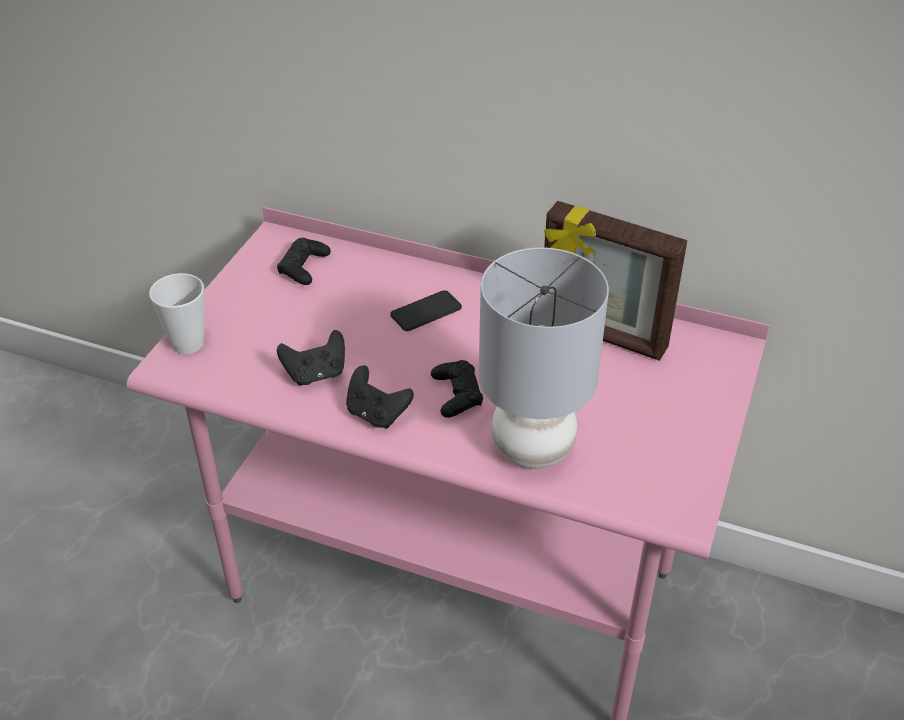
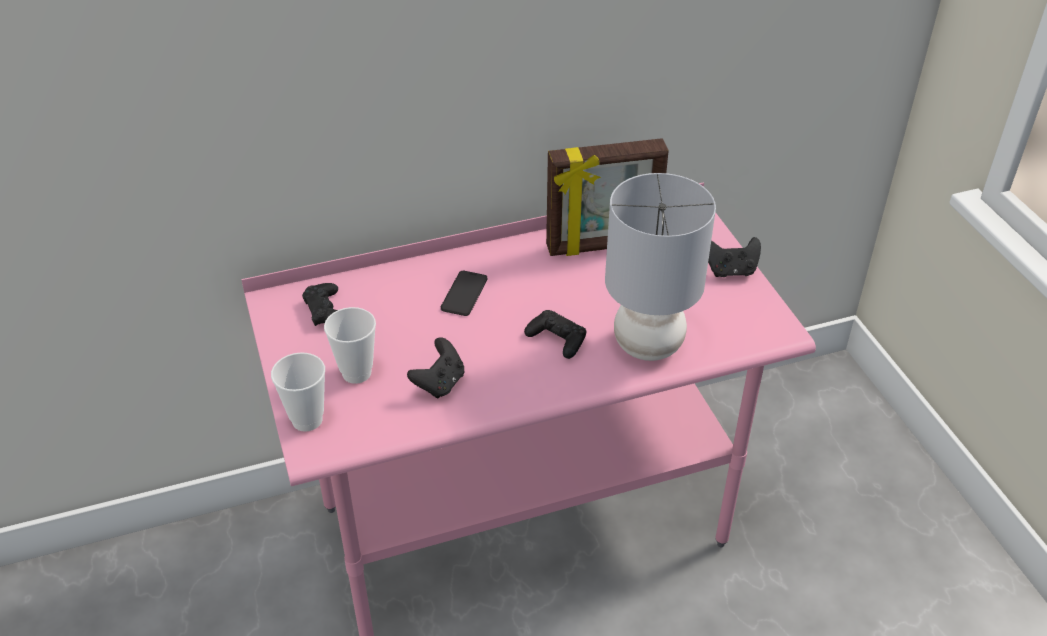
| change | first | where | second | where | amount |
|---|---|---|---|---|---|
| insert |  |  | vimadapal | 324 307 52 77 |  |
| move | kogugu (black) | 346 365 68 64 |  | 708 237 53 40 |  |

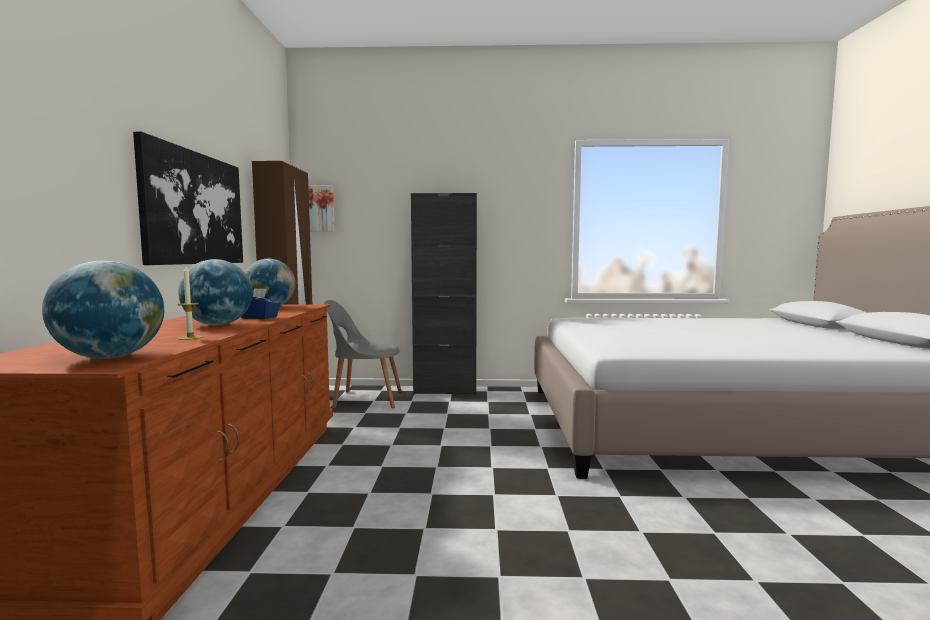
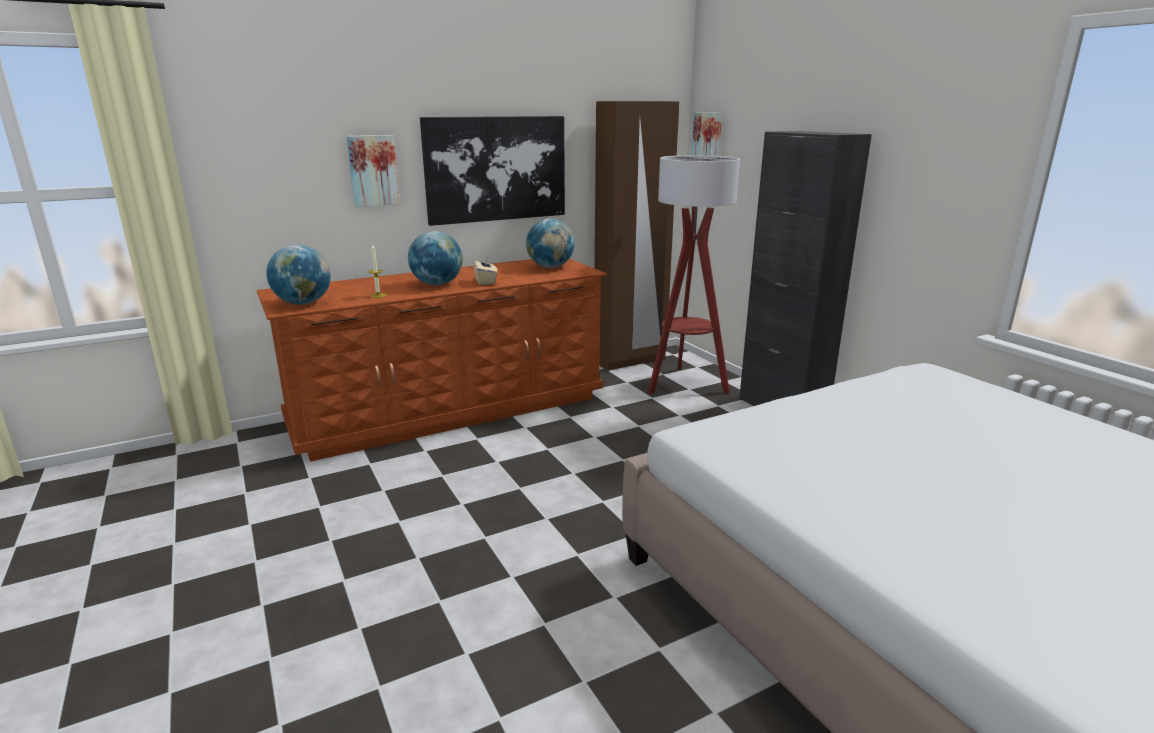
| change | first | where | second | where | amount |
|---|---|---|---|---|---|
| insert |  |  | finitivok | 346 135 54 72 |  |
| replace | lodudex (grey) | 324 300 78 109 | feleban | 648 155 92 239 |  |
| recolor | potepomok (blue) | 240 288 41 31 | potepomok (beige) | 473 255 25 30 |  |

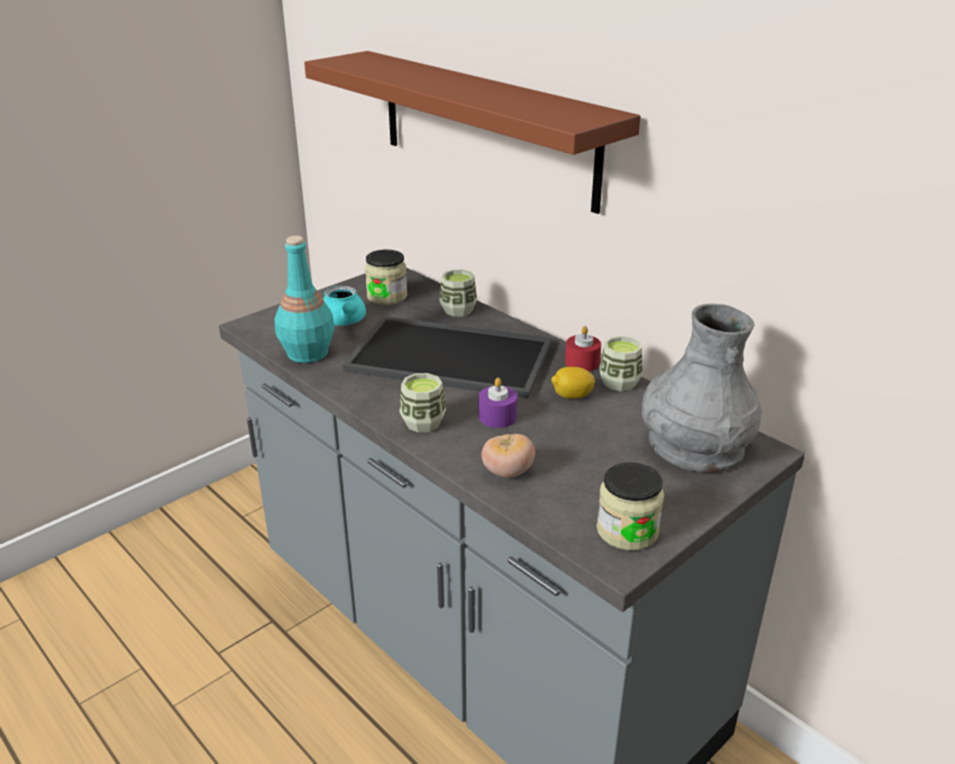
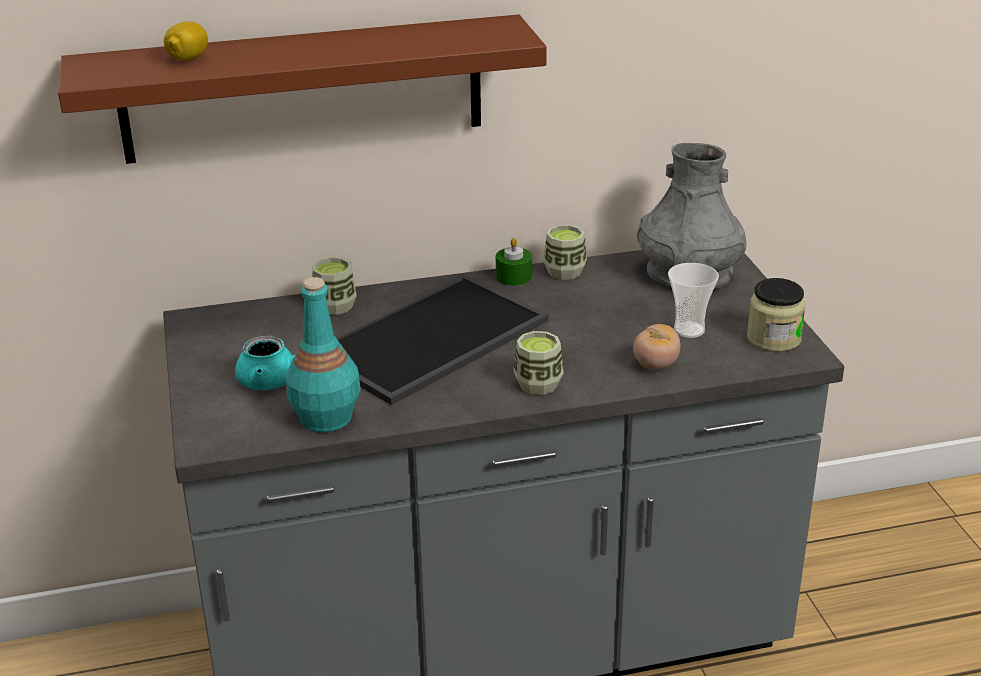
| change | first | where | second | where | amount |
|---|---|---|---|---|---|
| delete | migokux | 365 249 42 56 |  |  |  |
| delete | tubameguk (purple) | 479 378 38 50 |  |  |  |
| insert |  |  | vimadapal | 668 263 51 75 |  |
| move | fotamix | 551 367 44 32 |  | 164 22 44 39 |  |
| recolor | tubameguk (red) | 565 326 36 45 | tubameguk (green) | 496 238 36 48 |  |

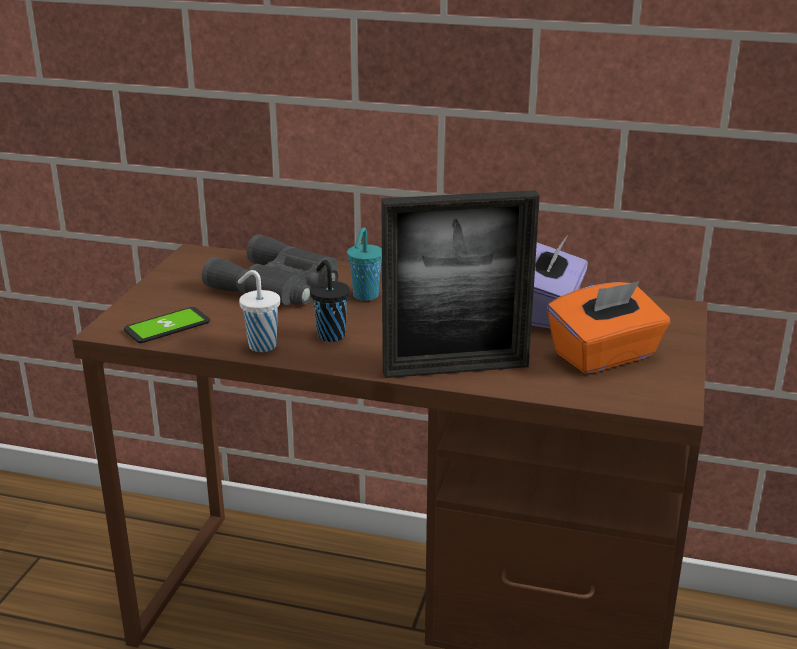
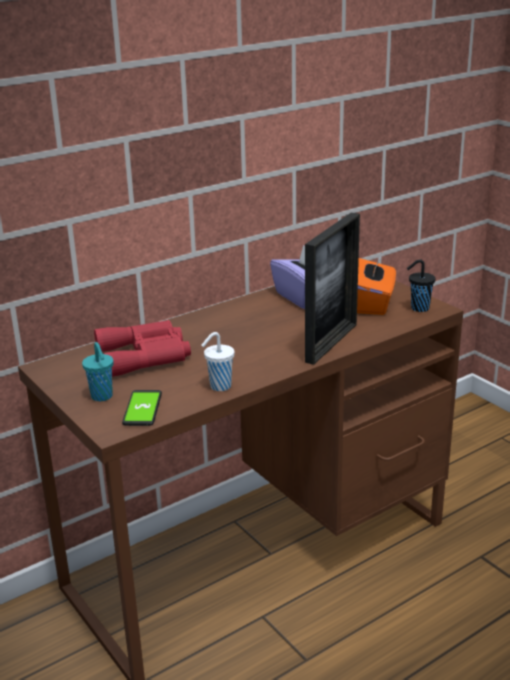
| change | first | where | second | where | amount |
|---|---|---|---|---|---|
| move | vimadapal (black) | 310 260 40 82 |  | 407 259 29 53 |  |
| move | vimadapal (turquoise) | 347 227 35 74 |  | 82 342 31 59 |  |
| recolor | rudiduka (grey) | 202 234 136 71 | rudiduka (red) | 94 320 97 57 |  |

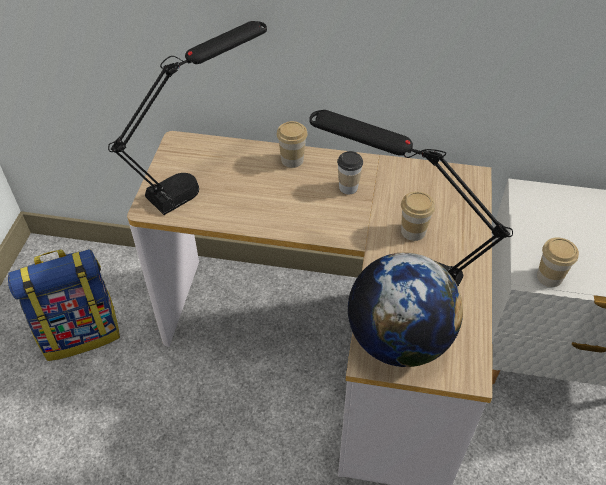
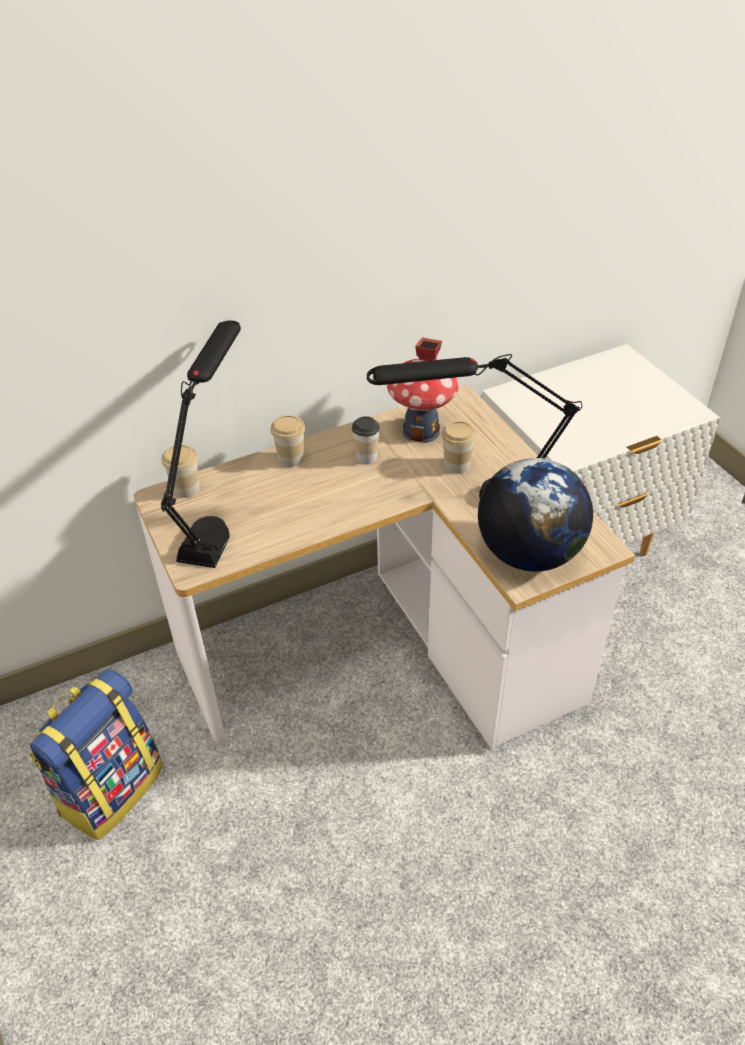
| change | first | where | second | where | amount |
|---|---|---|---|---|---|
| insert |  |  | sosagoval | 387 338 72 105 |  |
| move | vimadapal | 537 237 42 50 |  | 162 444 38 54 |  |

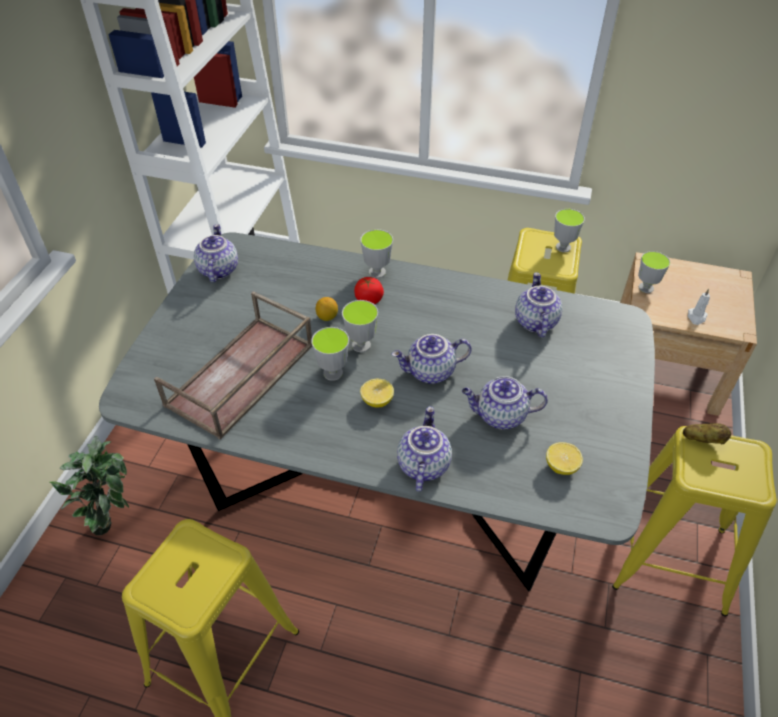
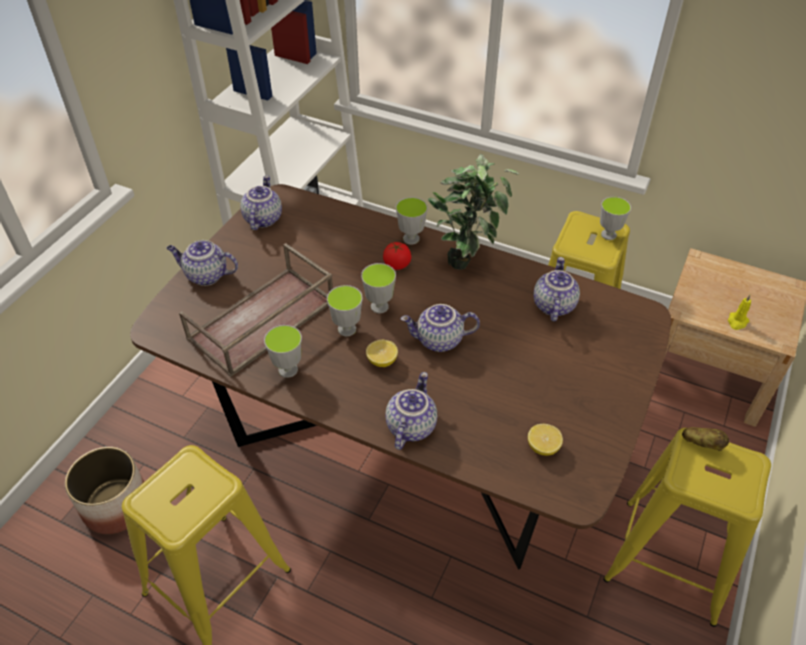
| change | first | where | second | where | amount |
|---|---|---|---|---|---|
| delete | fotamix | 316 297 22 24 |  |  |  |
| insert |  |  | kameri | 65 447 79 87 |  |
| move | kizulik | 50 435 79 100 |  | 428 154 91 116 |  |
| move | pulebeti | 462 376 86 53 |  | 167 240 71 46 |  |
| move | vimadapal | 638 251 32 42 |  | 264 325 38 53 |  |
| recolor | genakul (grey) | 99 232 556 360 | genakul (brown) | 130 184 541 386 |  |
| recolor | tubameguk (white) | 688 289 22 36 | tubameguk (yellow) | 728 295 23 35 |  |

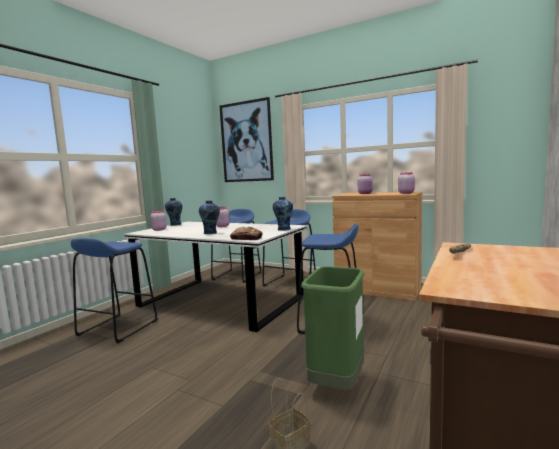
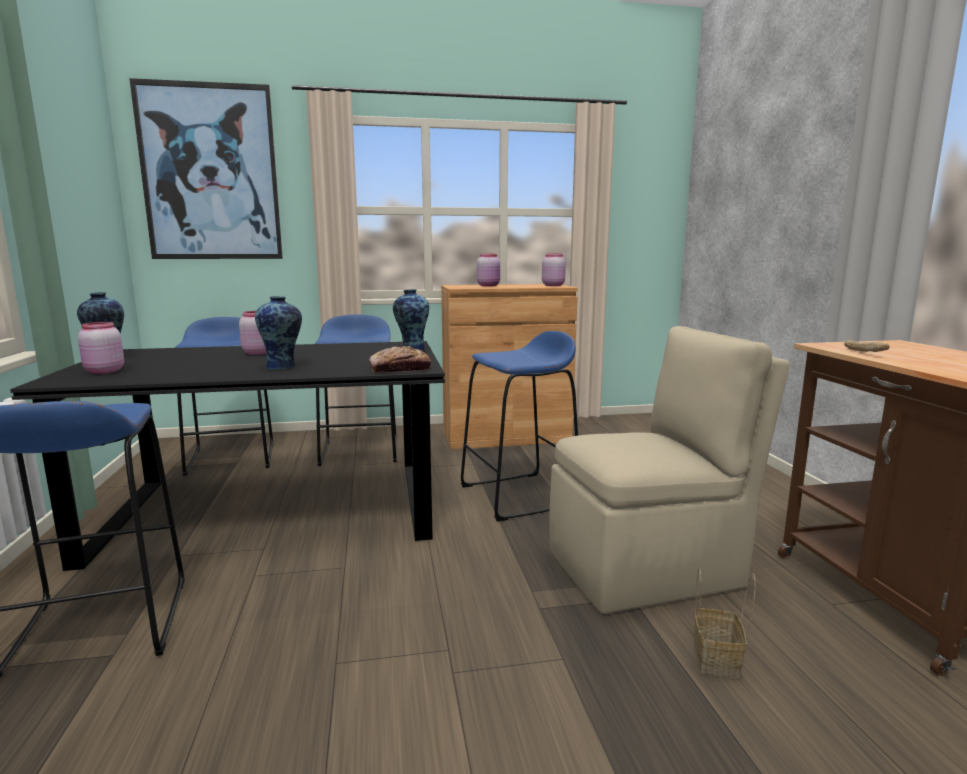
| change | first | where | second | where | amount |
|---|---|---|---|---|---|
| replace | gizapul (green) | 301 266 63 124 | lodudex (beige) | 549 326 241 288 |  |
| recolor | genakul (white) | 123 221 184 111 | genakul (black) | 10 341 435 230 |  |

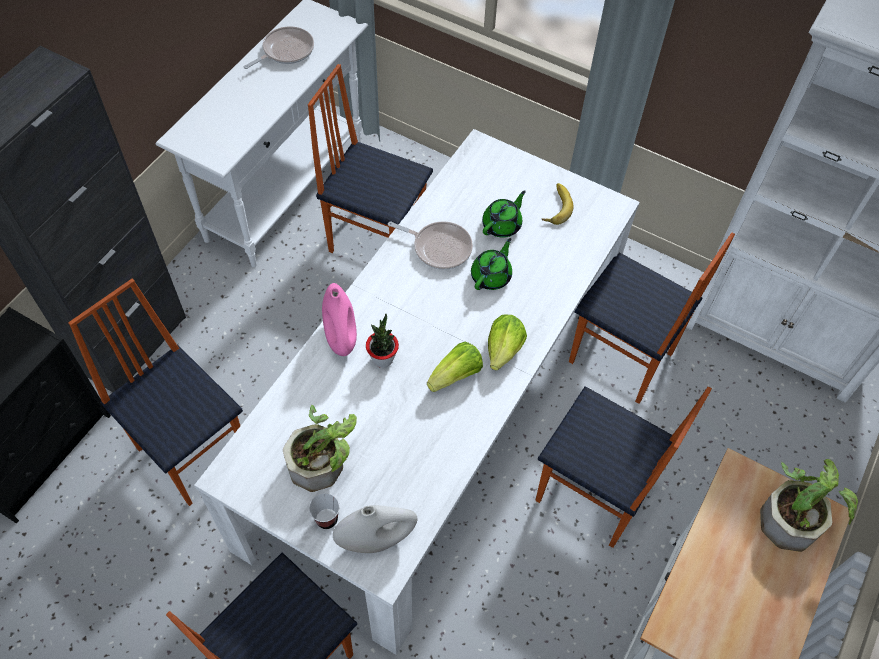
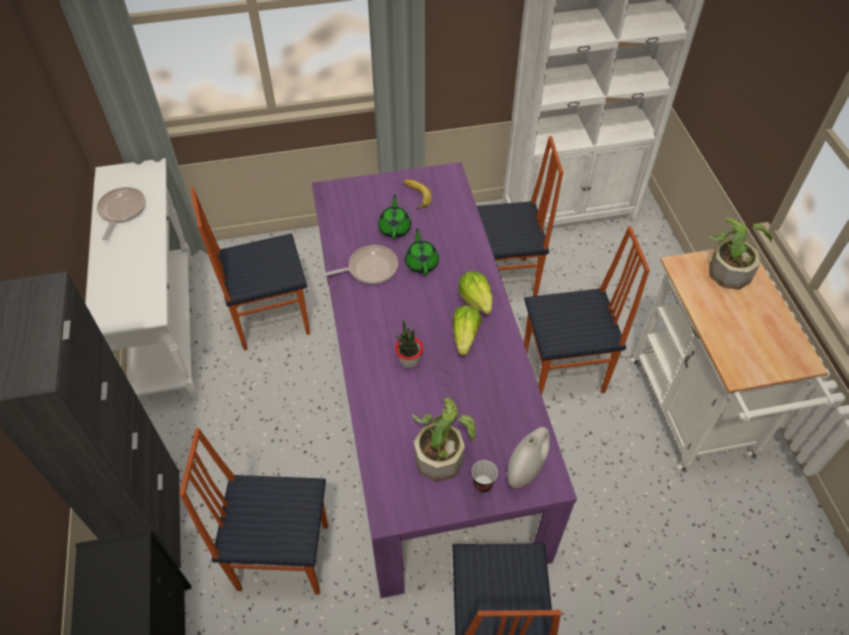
| change | first | where | second | where | amount |
|---|---|---|---|---|---|
| delete | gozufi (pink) | 322 283 35 73 |  |  |  |
| recolor | genakul (white) | 194 129 446 526 | genakul (purple) | 312 162 265 436 |  |

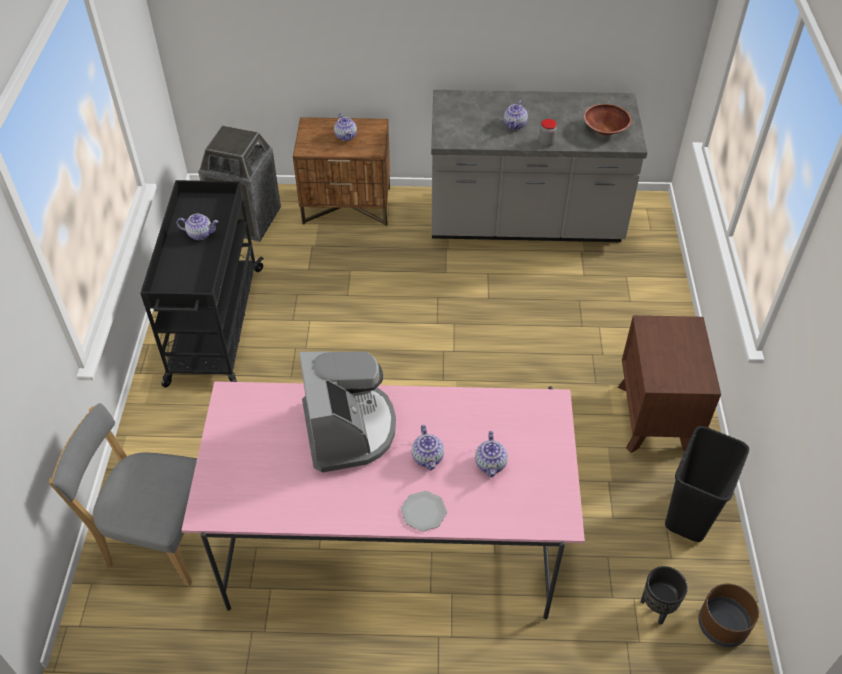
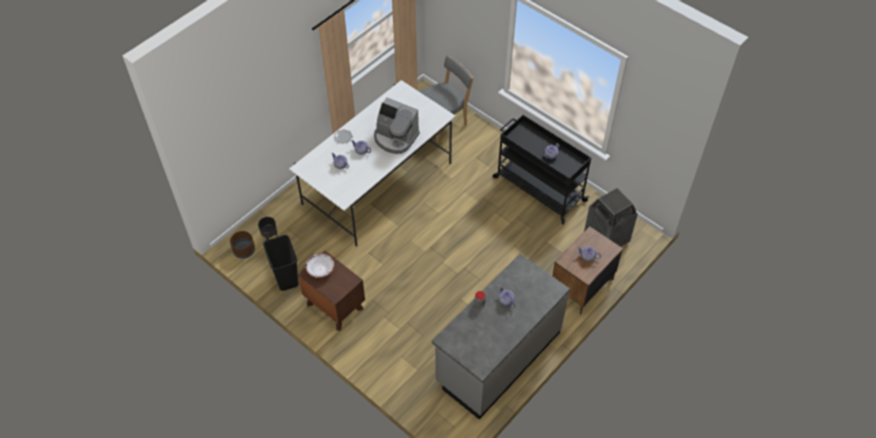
| change | first | where | second | where | amount |
|---|---|---|---|---|---|
| delete | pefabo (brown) | 583 104 49 31 |  |  |  |
| insert |  |  | pefabo (white) | 305 253 30 25 |  |
| recolor | genakul (pink) | 181 379 404 240 | genakul (white) | 289 80 167 167 |  |

